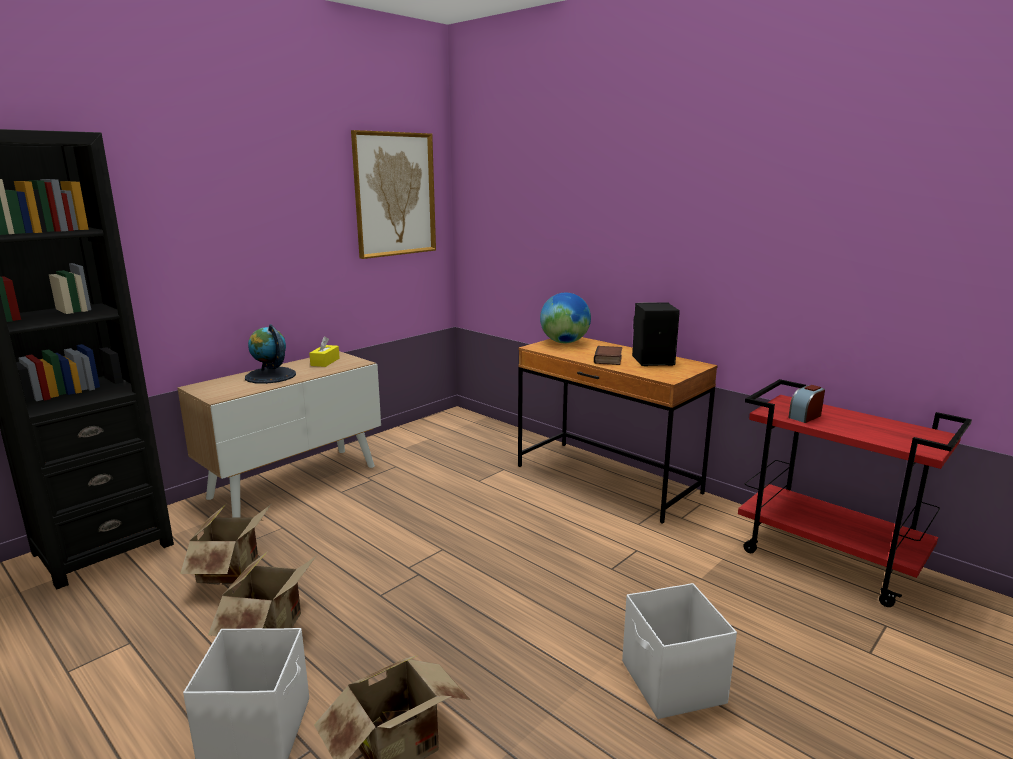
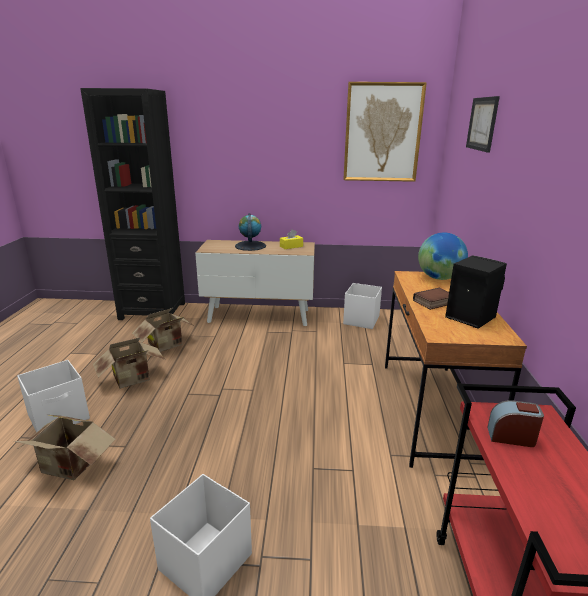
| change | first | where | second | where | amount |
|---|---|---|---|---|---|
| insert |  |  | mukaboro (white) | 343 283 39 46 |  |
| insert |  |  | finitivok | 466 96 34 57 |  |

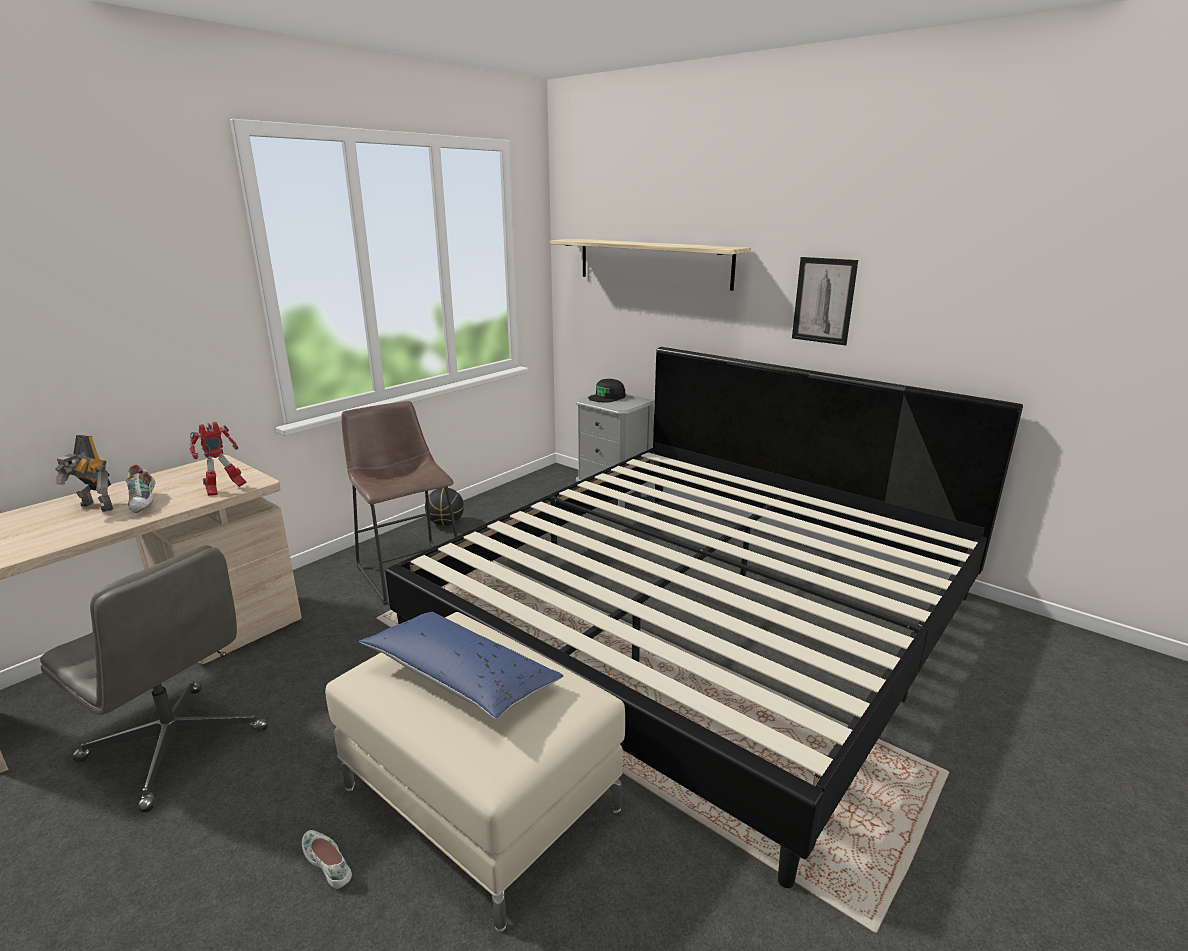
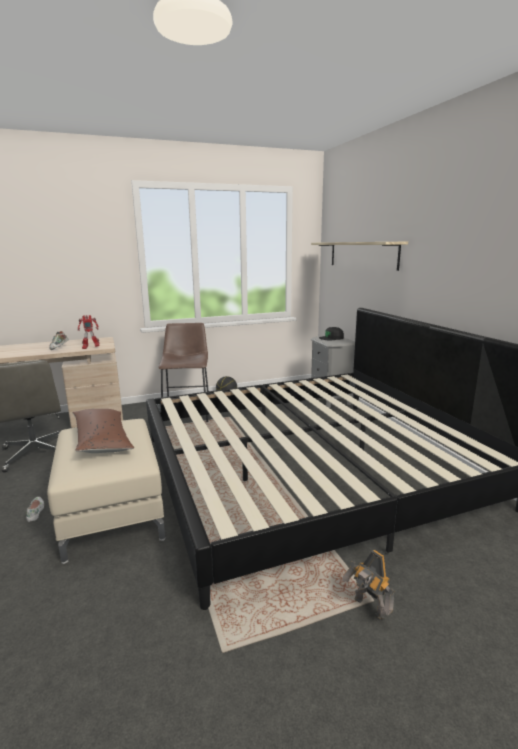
| change | first | where | second | where | amount |
|---|---|---|---|---|---|
| delete | finitivok | 792 257 66 89 |  |  |  |
| move | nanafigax | 55 434 58 78 |  | 342 550 53 70 |  |
| recolor | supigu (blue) | 359 612 204 107 | supigu (brown) | 73 409 61 44 |  |

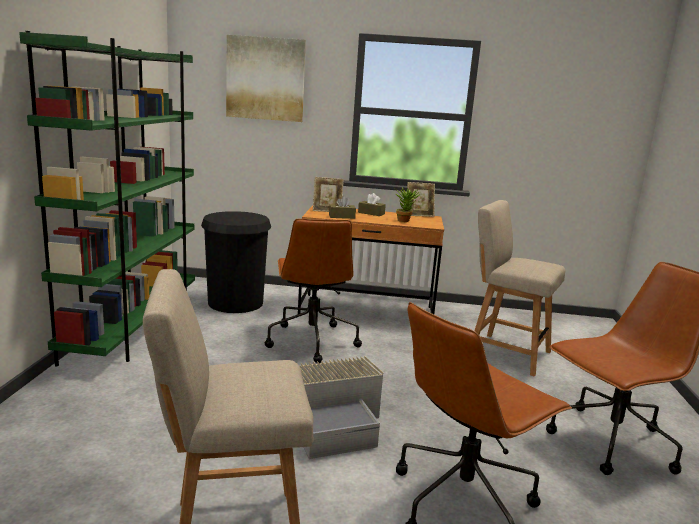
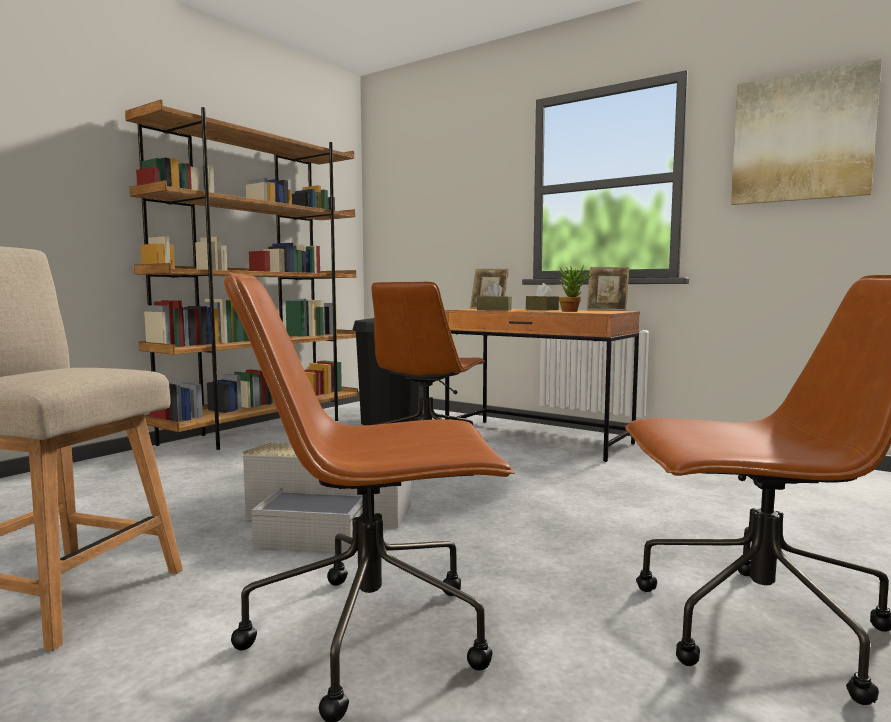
| change | first | where | second | where | amount |
|---|---|---|---|---|---|
| delete | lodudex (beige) | 474 200 91 177 |  |  |  |
| move | finitivok | 226 35 80 87 |  | 731 59 151 146 |  |
| recolor | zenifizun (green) | 19 31 176 335 | zenifizun (brown) | 125 99 233 351 |  |

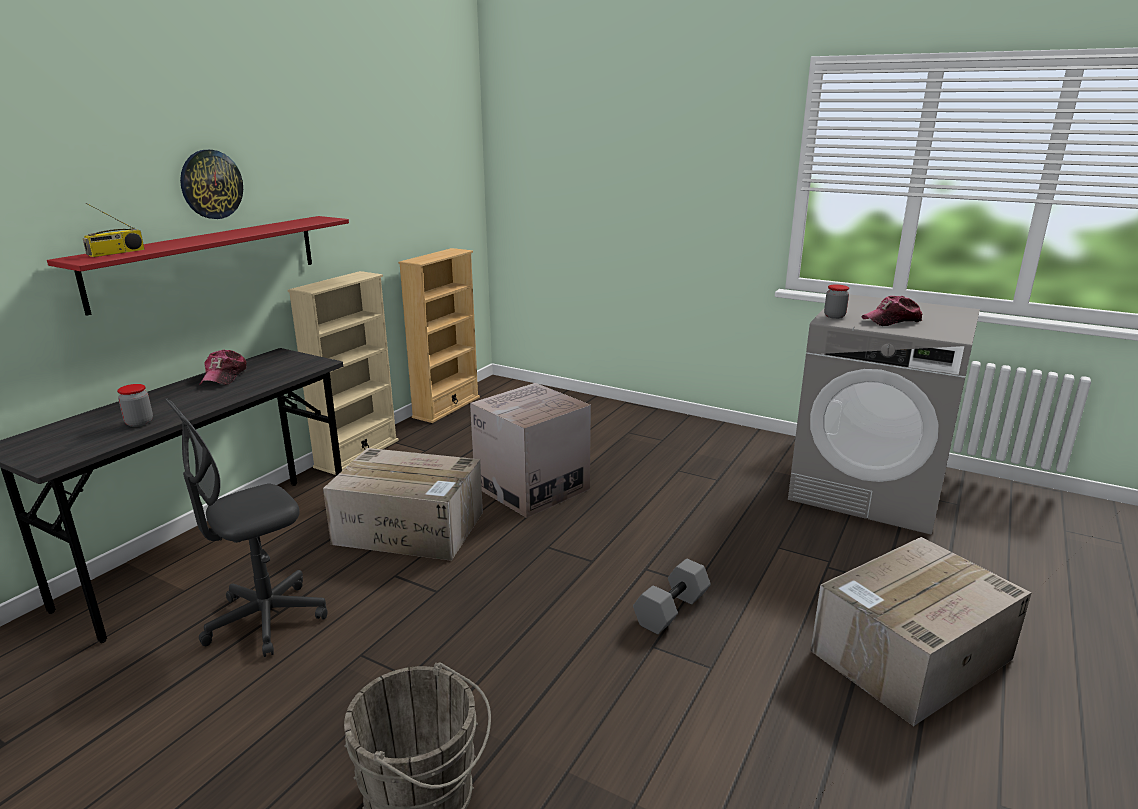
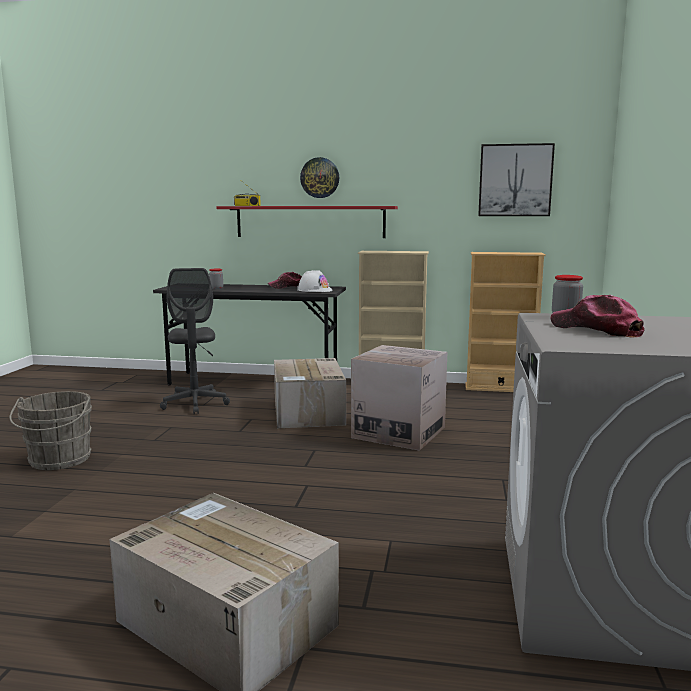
| change | first | where | second | where | amount |
|---|---|---|---|---|---|
| delete | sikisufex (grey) | 633 559 78 75 |  |  |  |
| insert |  |  | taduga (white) | 297 270 35 22 |  |
| insert |  |  | finitivok | 478 143 77 73 |  |
| rotate | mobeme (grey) | 165 398 162 259 |  | 160 268 70 146 | 135 degrees counterclockwise |

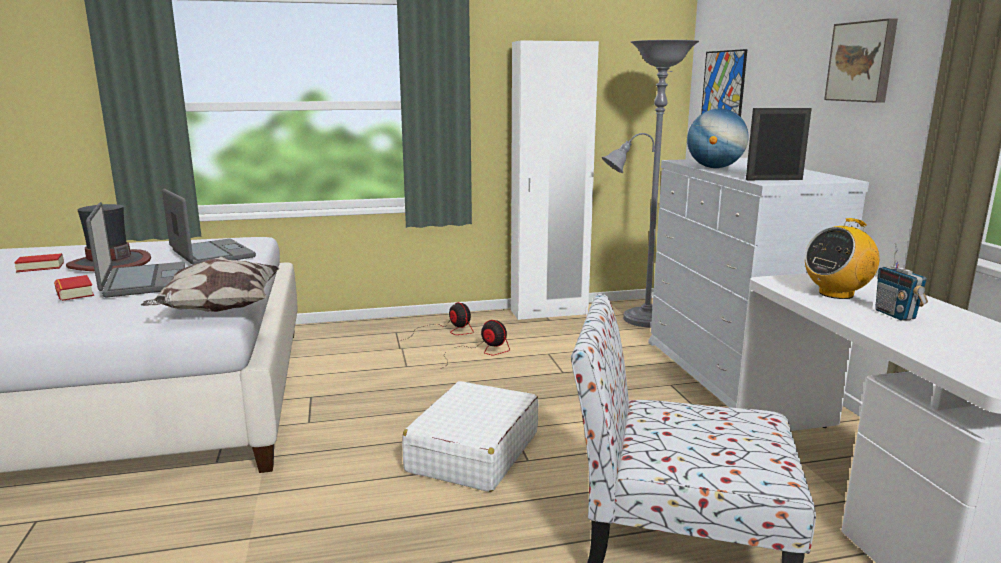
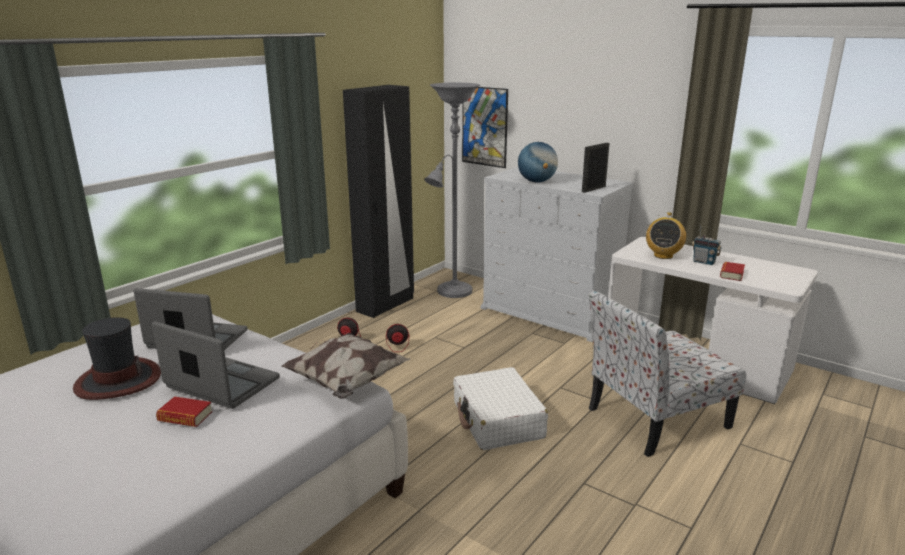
| change | first | where | second | where | amount |
|---|---|---|---|---|---|
| delete | finitivok | 824 18 74 85 |  |  |  |
| move | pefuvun | 14 253 50 19 |  | 720 262 25 19 |  |
| recolor | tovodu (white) | 511 40 88 280 | tovodu (black) | 343 85 71 233 |  |

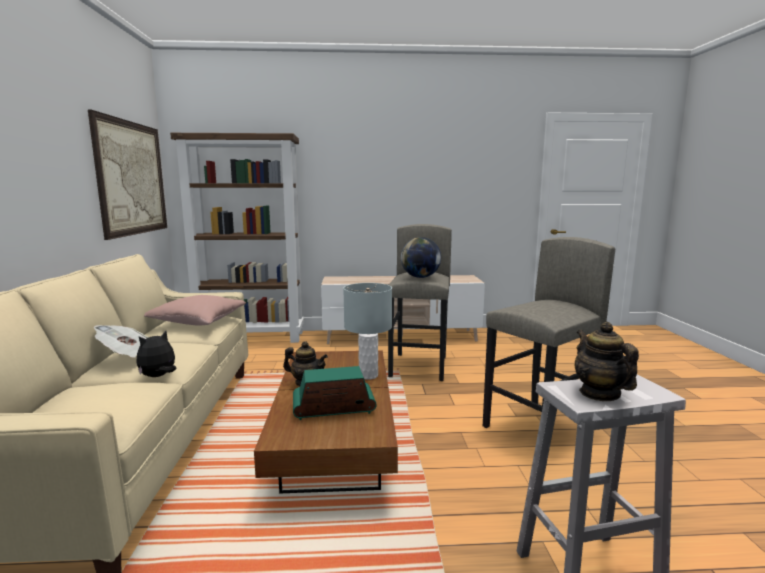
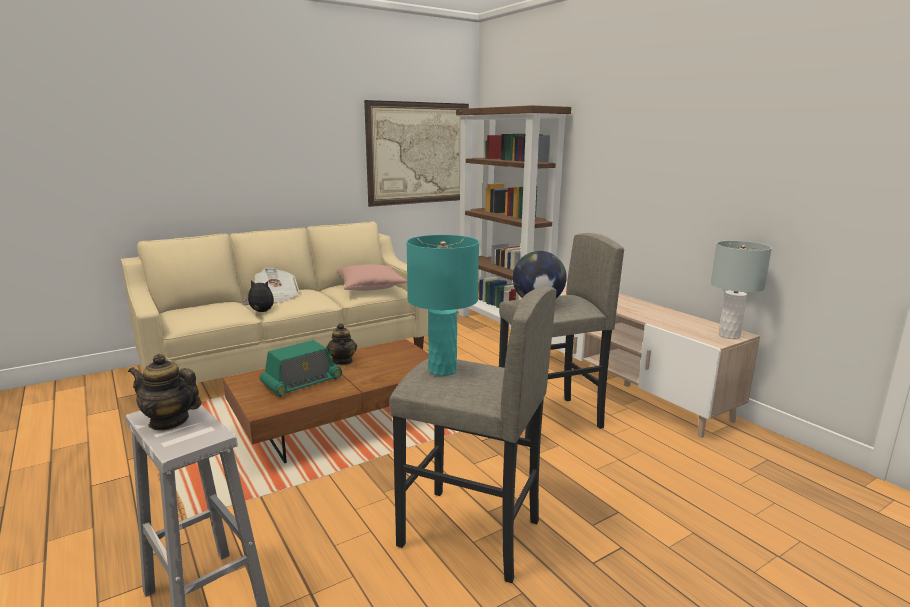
| change | first | where | second | where | amount |
|---|---|---|---|---|---|
| insert |  |  | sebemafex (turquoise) | 406 235 73 141 |  |
| move | sebemafex (grey) | 343 283 49 96 |  | 711 241 61 98 |  |
| rotate | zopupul | 293 366 84 54 |  | 260 340 82 57 | 90 degrees clockwise |
| rotate | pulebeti | 575 322 64 79 |  | 128 354 73 77 | 120 degrees counterclockwise |

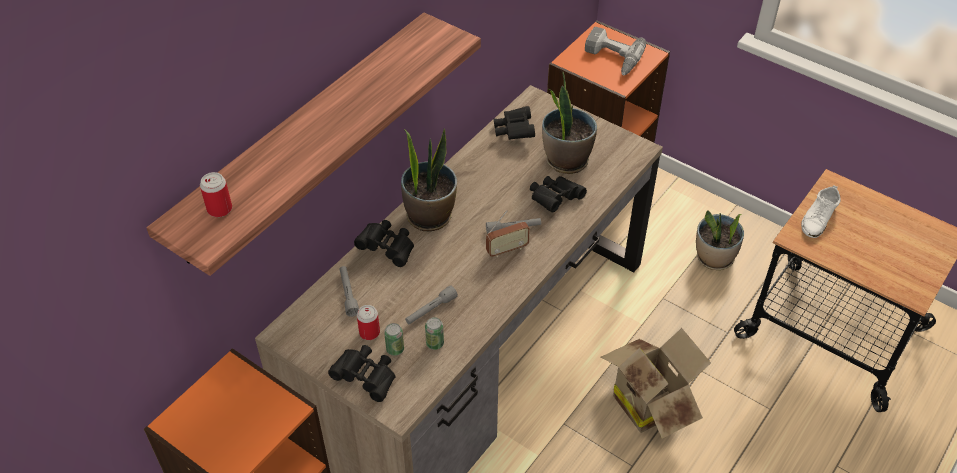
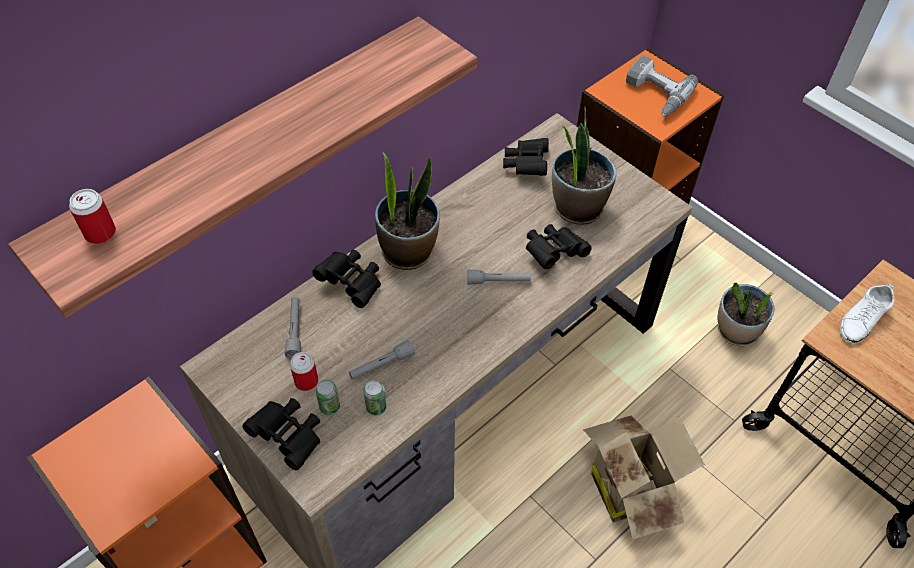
| change | first | where | second | where | amount |
|---|---|---|---|---|---|
| delete | zopupul | 486 210 44 47 |  |  |  |

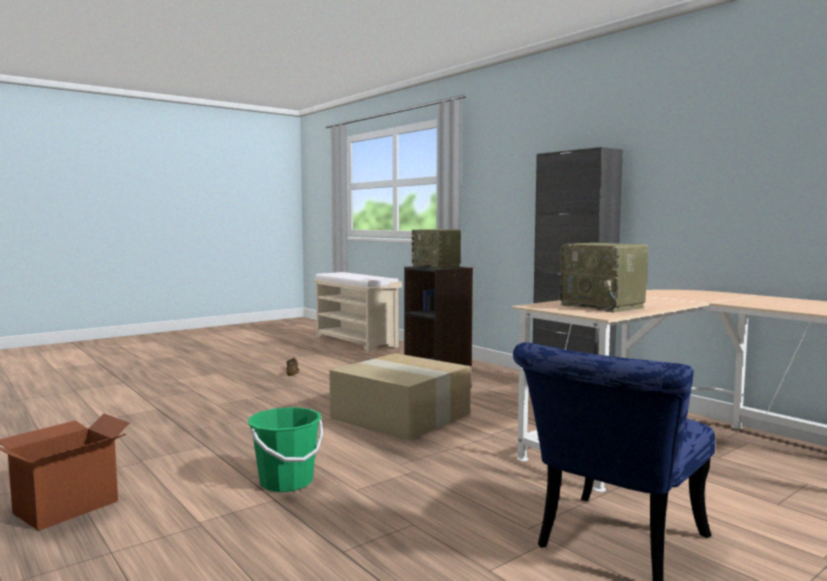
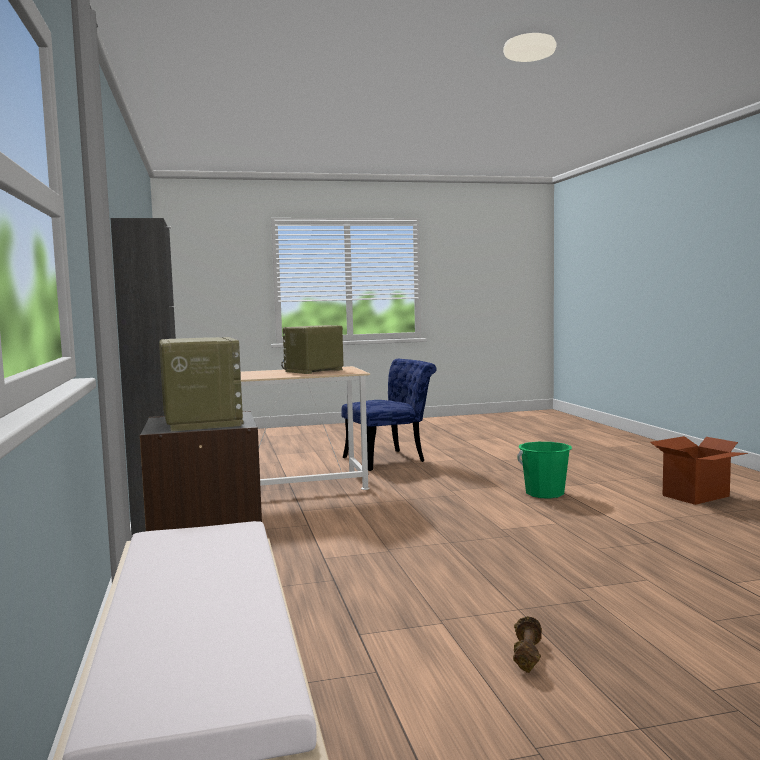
| change | first | where | second | where | amount |
|---|---|---|---|---|---|
| delete | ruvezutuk | 329 353 142 88 |  |  |  |
| rotate | zopupul | 560 243 88 70 |  | 281 325 63 49 | 120 degrees counterclockwise |

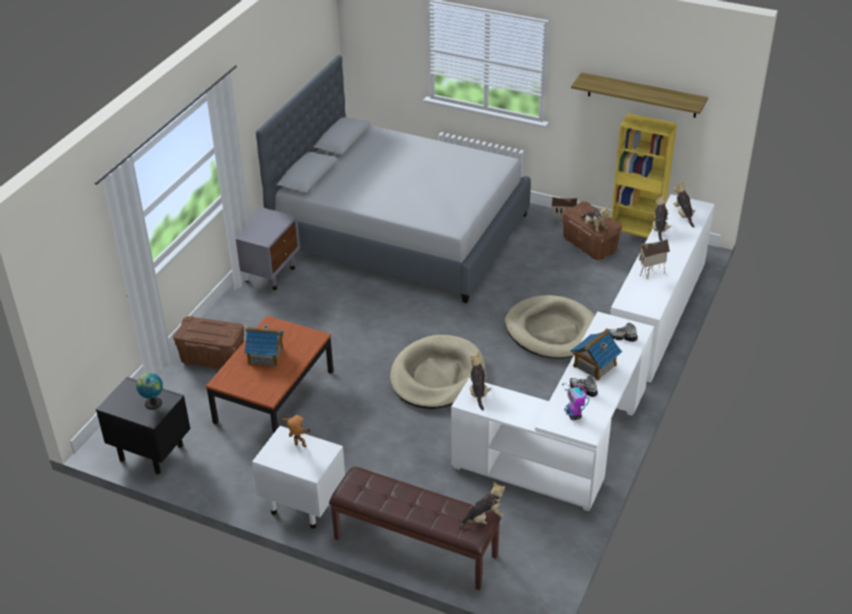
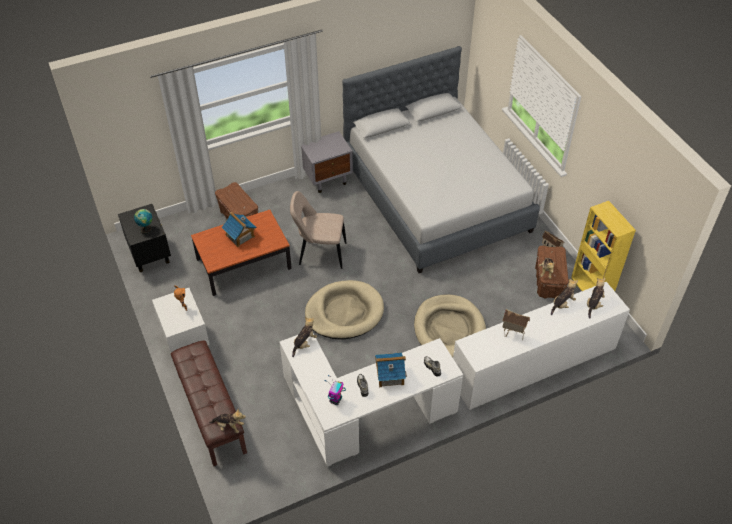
| change | first | where | second | where | amount |
|---|---|---|---|---|---|
| delete | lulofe | 571 72 137 46 |  |  |  |
| insert |  |  | lodudex (beige) | 290 191 56 78 |  |

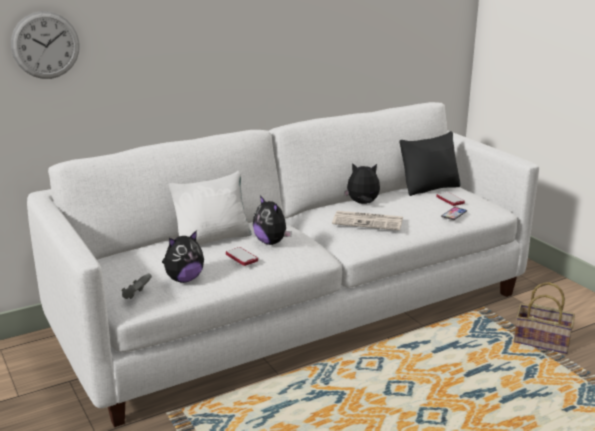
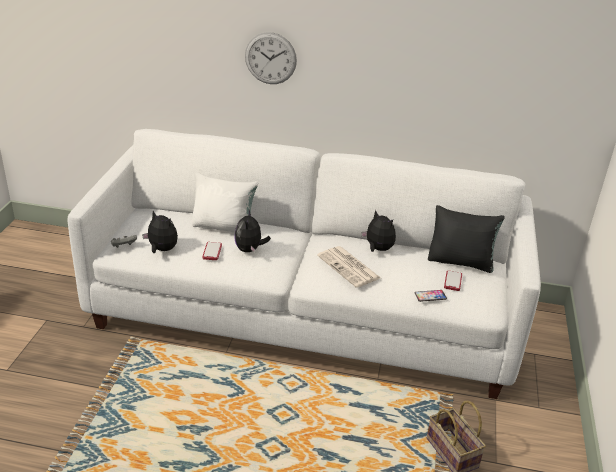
| change | first | where | second | where | amount |
|---|---|---|---|---|---|
| move | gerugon | 11 11 68 68 |  | 245 32 52 52 |  |
| rotate | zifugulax | 162 230 42 53 |  | 142 211 36 42 | 150 degrees counterclockwise |

